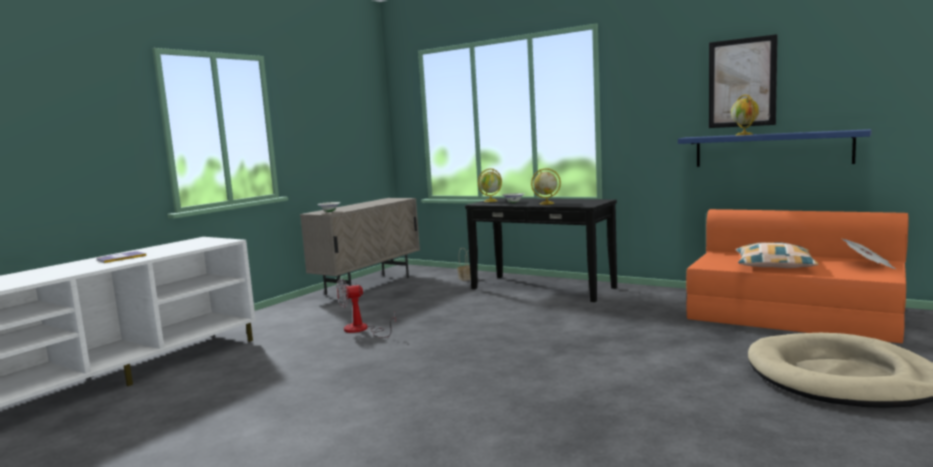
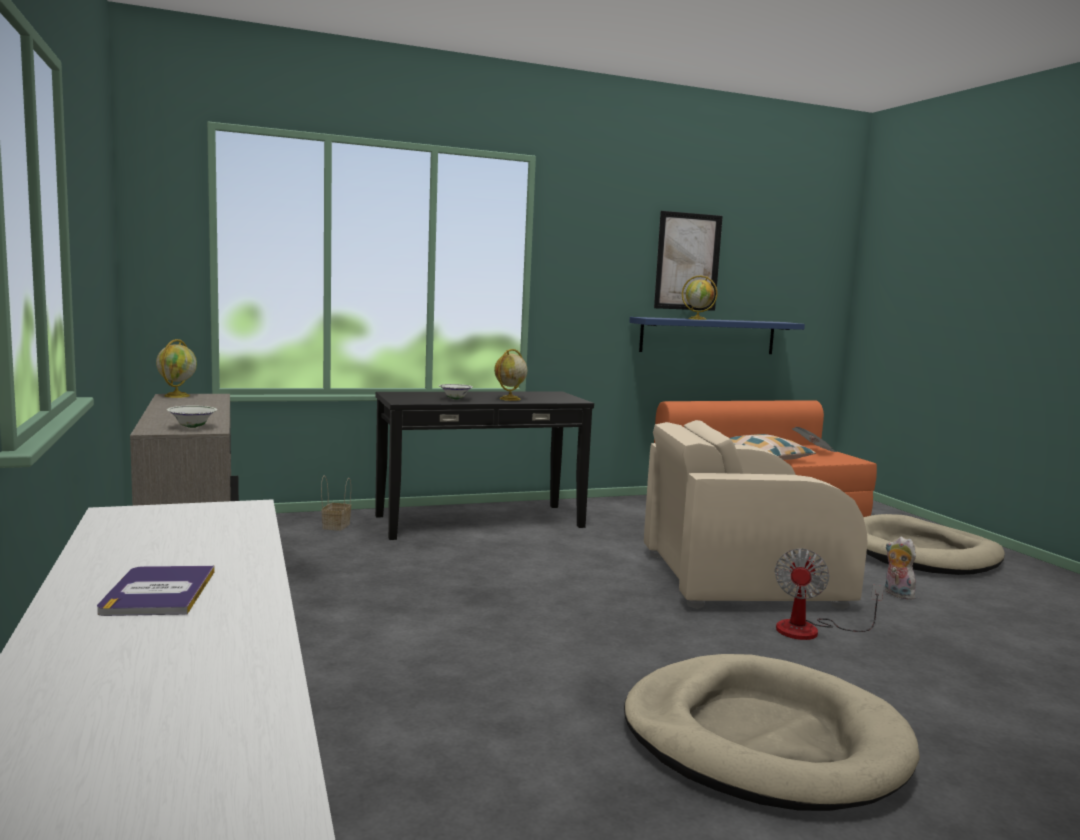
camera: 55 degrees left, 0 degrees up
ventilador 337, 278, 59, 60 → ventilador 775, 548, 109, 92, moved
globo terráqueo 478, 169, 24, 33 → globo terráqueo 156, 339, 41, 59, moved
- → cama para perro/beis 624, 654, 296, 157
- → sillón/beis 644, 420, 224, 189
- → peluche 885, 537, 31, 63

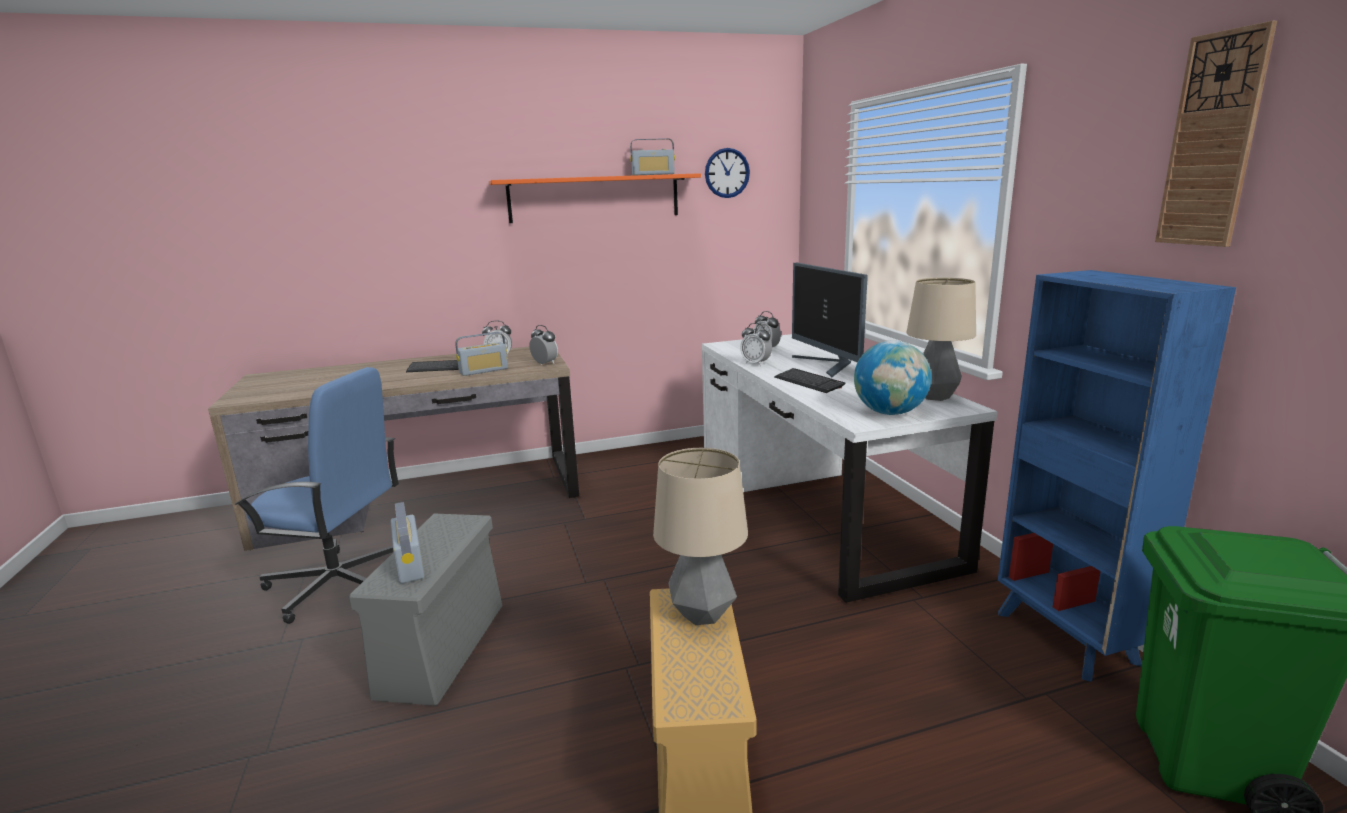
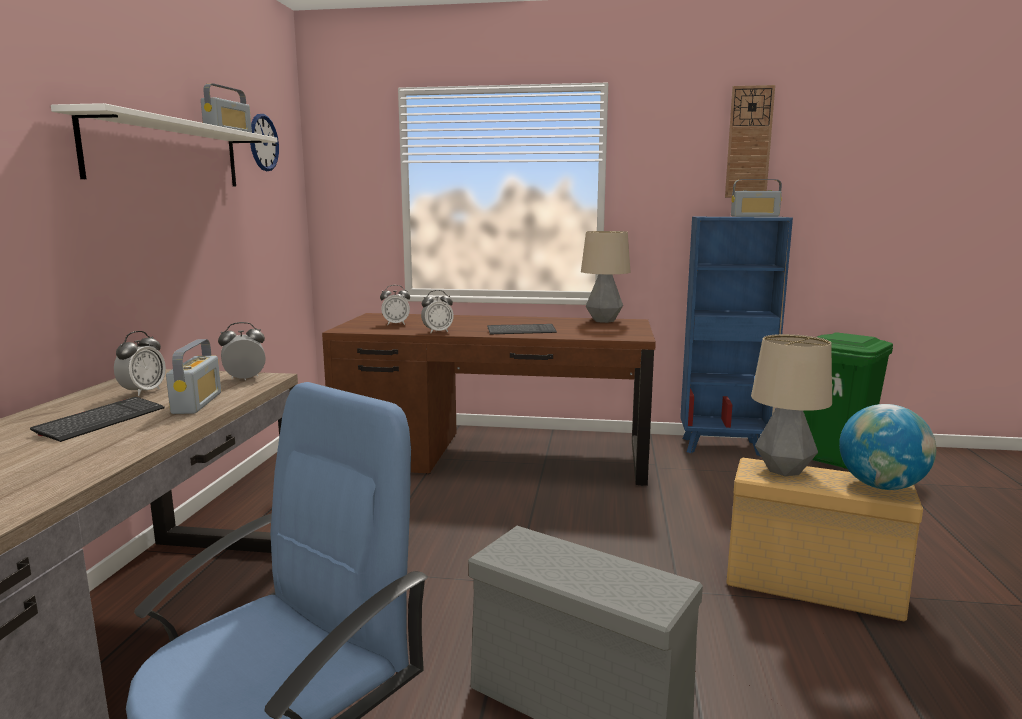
camera: 65 degrees left, 5 degrees down
radio 390, 502, 35, 82 → radio 731, 179, 51, 38, moved
estante/naranja 489, 173, 212, 50 → estante/blanco 51, 103, 227, 83
escritorio/blanco 702, 334, 295, 269 → escritorio/marrón 322, 313, 334, 173
monitor 792, 263, 76, 114 → -
globo terráqueo 854, 340, 78, 75 → globo terráqueo 839, 404, 97, 86, moved

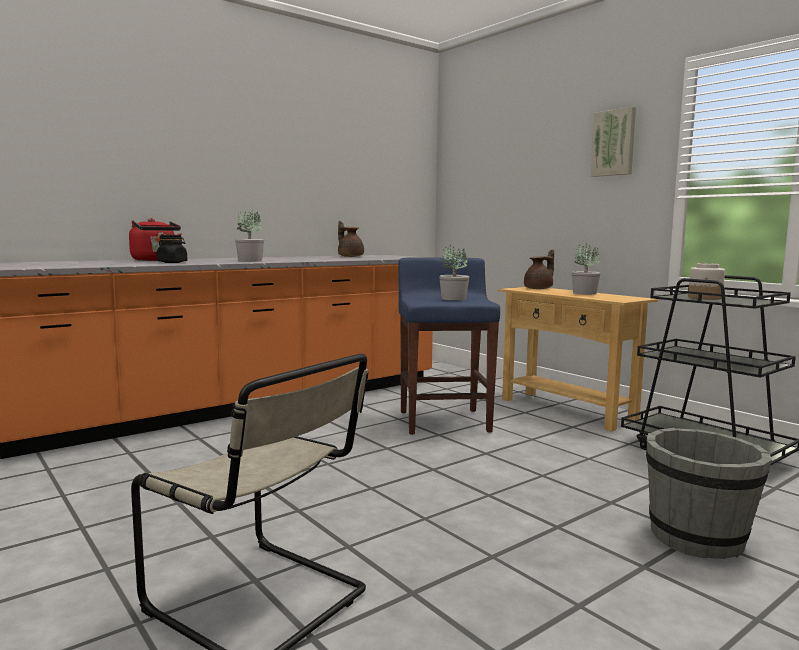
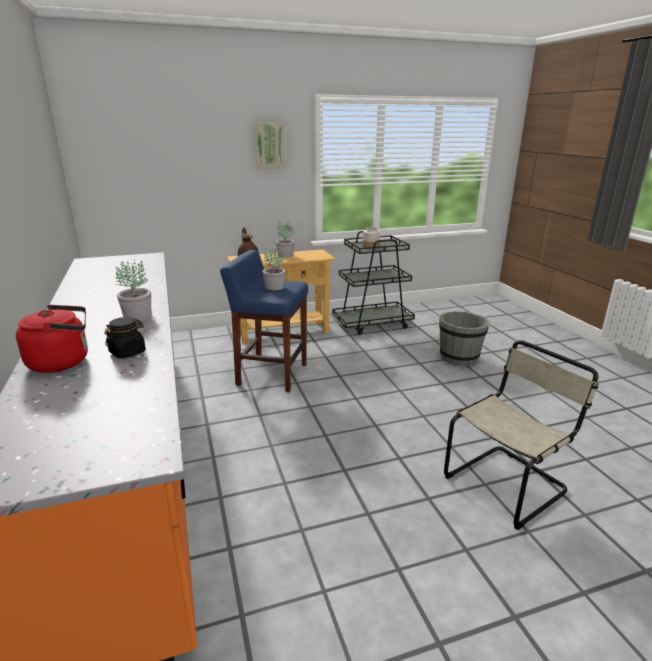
camera: 70 degrees left, 15 degrees up
tetera/marrón 338, 221, 26, 36 → -

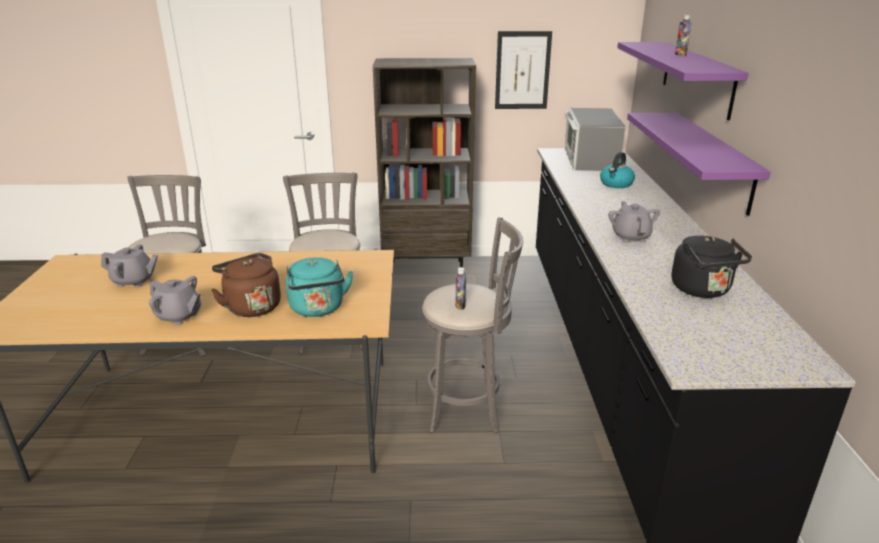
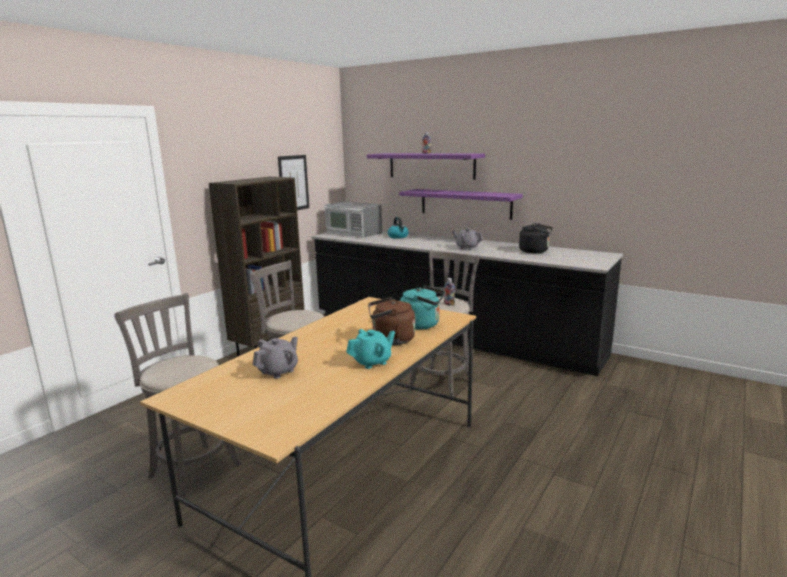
camera: 55 degrees left, 10 degrees down
tetera/gris 149, 276, 52, 49 → tetera/turquesa 346, 329, 49, 40

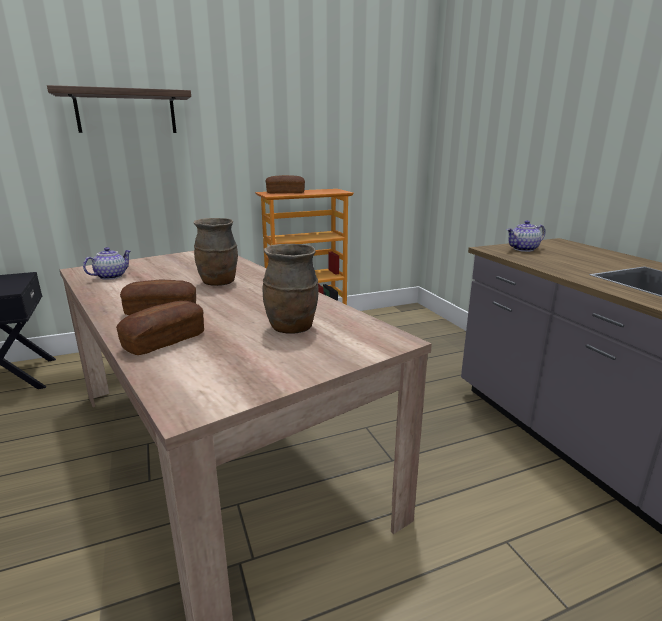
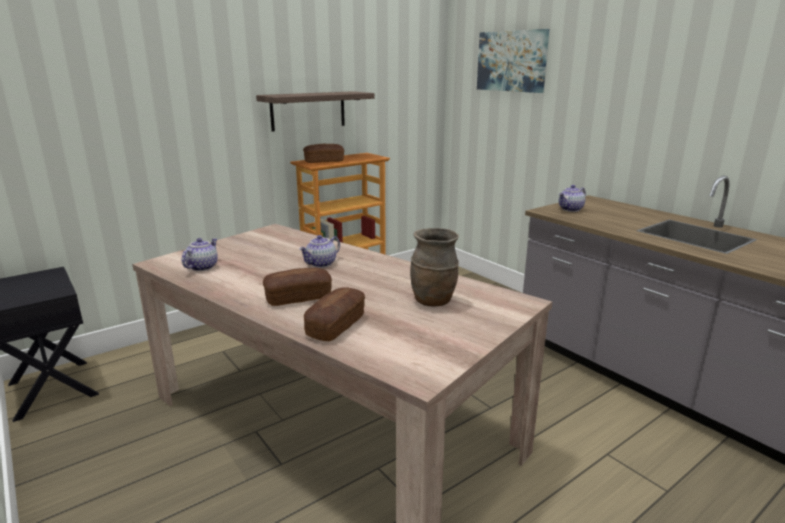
camera: 15 degrees left, 0 degrees up
estante 47, 85, 144, 48 → estante 256, 91, 118, 41, moved
florero/marrón 194, 218, 44, 68 → tetera 299, 235, 41, 33
- → cuadro 477, 29, 73, 64

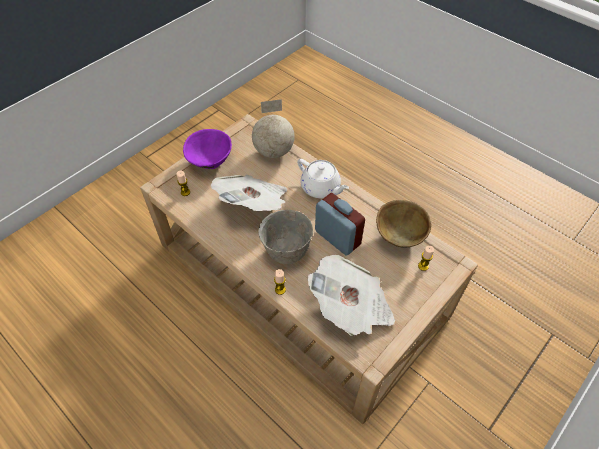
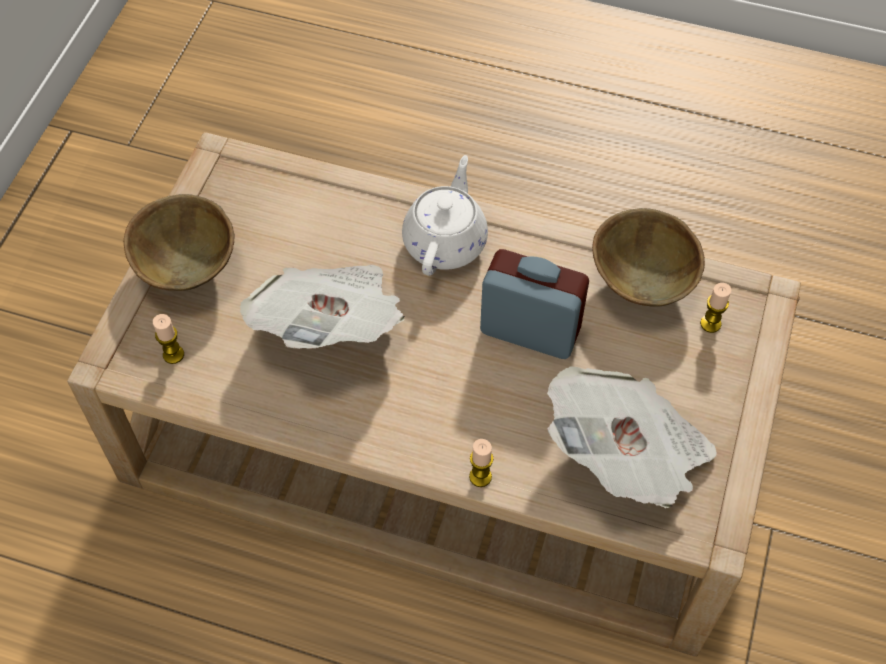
camera: 25 degrees left, 5 degrees up
cuenco/morado 183, 129, 49, 40 → cuenco/marrón 124, 194, 111, 97
globo terráqueo 252, 99, 43, 59 → -
cuenco/gris 258, 210, 55, 54 → -
tetera/blanco 297, 159, 52, 39 → tetera/blanco 402, 155, 86, 120, 90 degrees counterclockwise

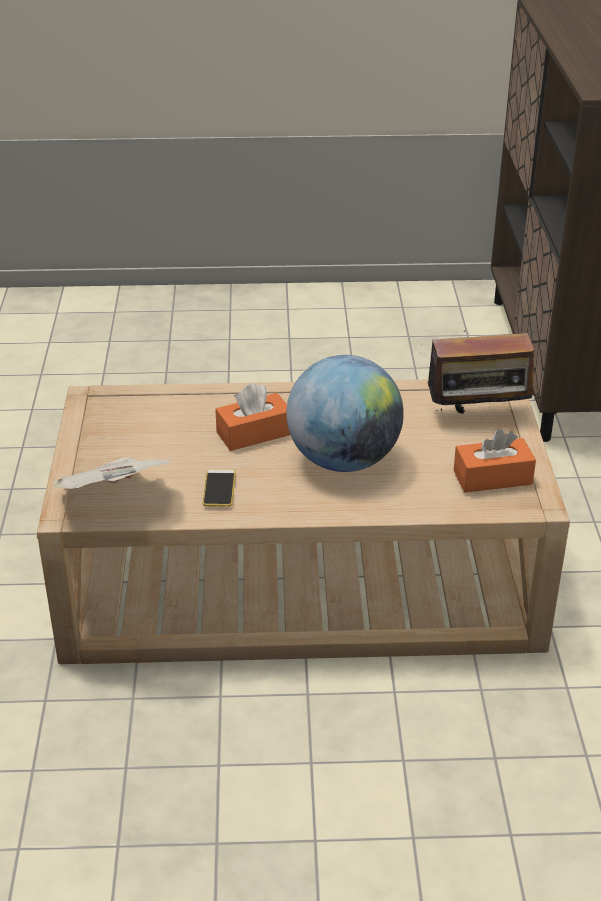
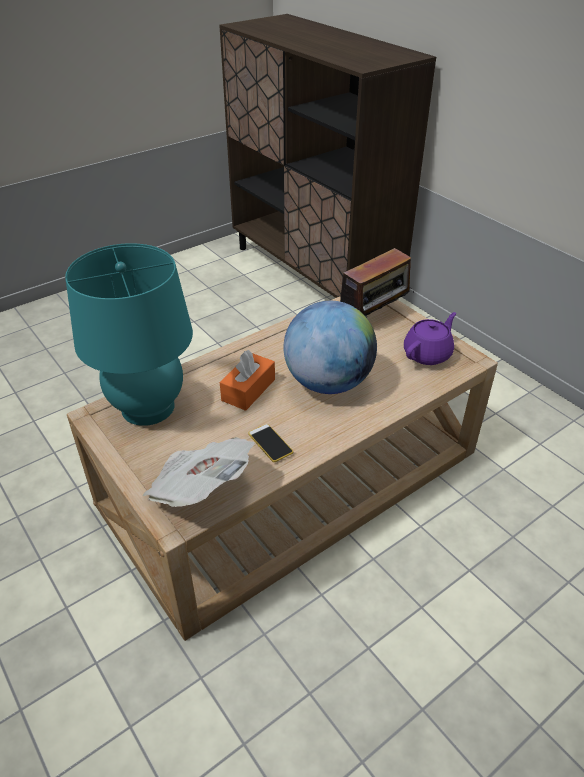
camera: 35 degrees left, 5 degrees up
caja de pañuelos/naranja 454, 429, 82, 64 → tetera/morado 404, 312, 52, 53
- → lámpara de mesa/turquesa 65, 243, 128, 183

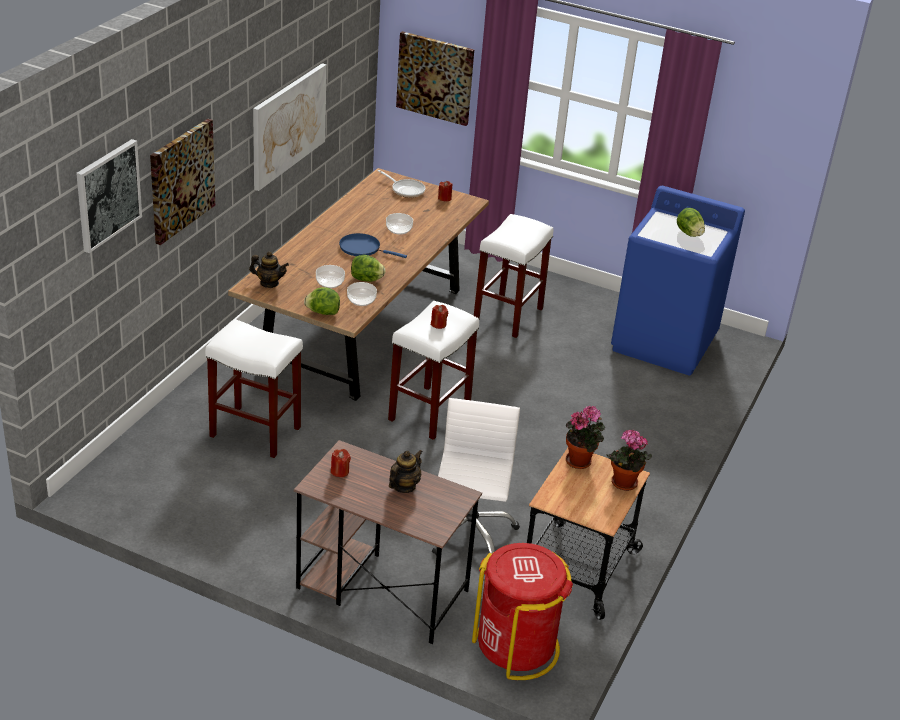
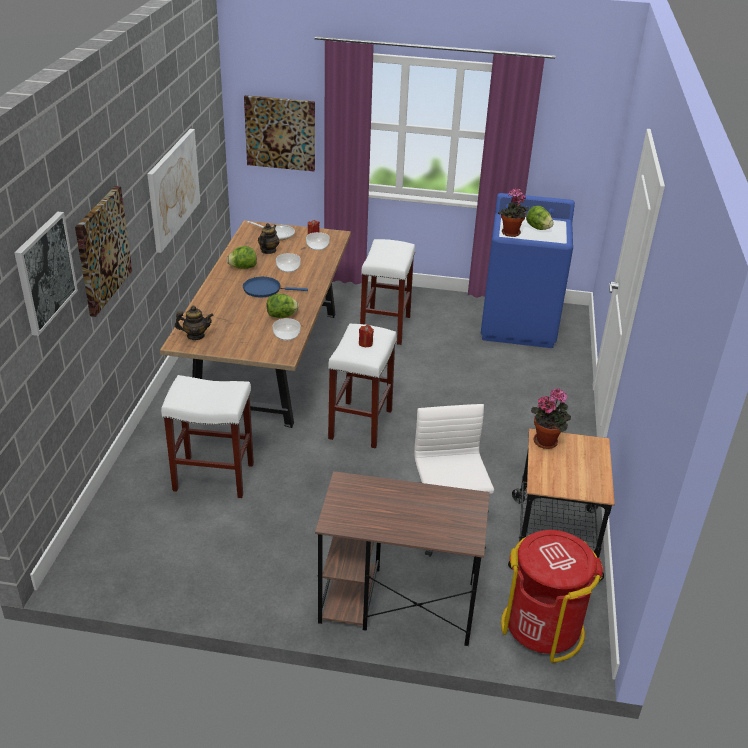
camera: 15 degrees left, 0 degrees up
lechuga 304, 287, 36, 28 → lechuga 227, 246, 30, 23, moved
cuenco 316, 265, 29, 23 → cuenco 306, 232, 24, 18, moved
vela/rojo 331, 449, 20, 28 → -
tetera 389, 450, 34, 43 → tetera 258, 223, 21, 31, moved
planta en maceta 607, 430, 45, 61 → planta en maceta 498, 188, 31, 49, moved

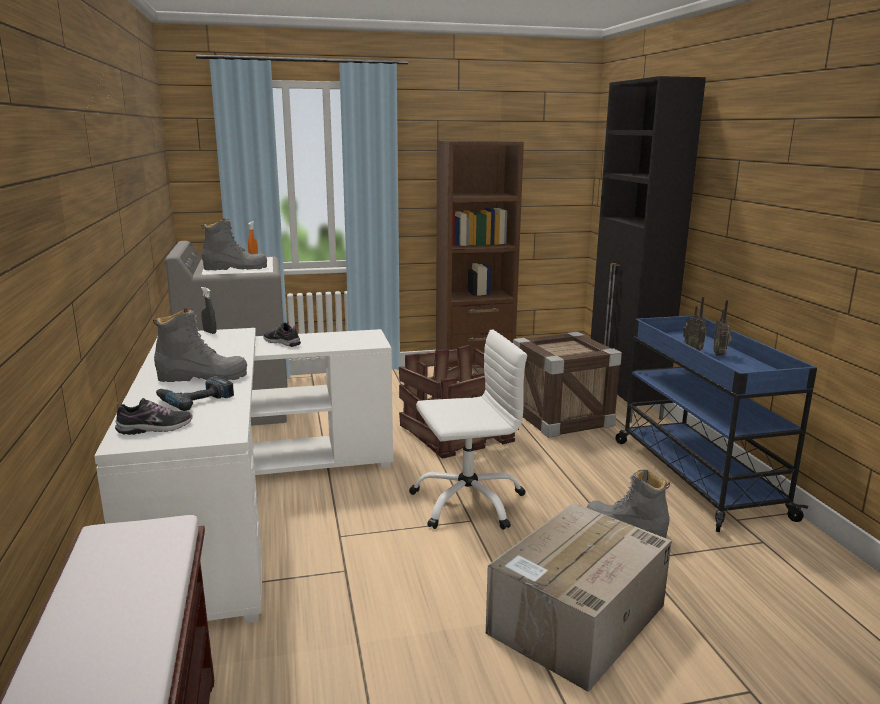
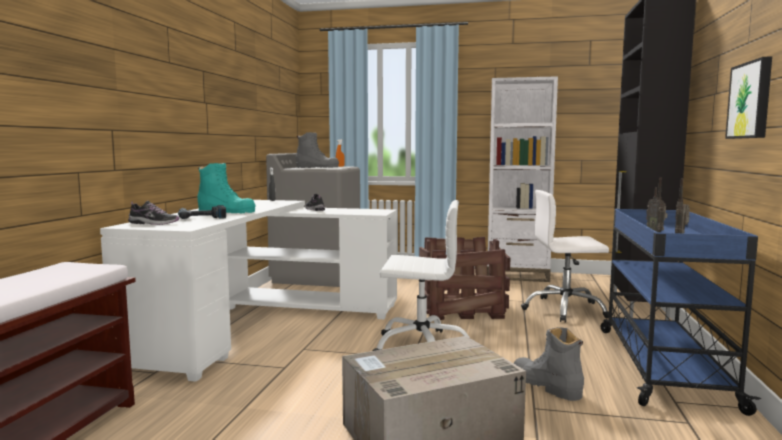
camera: 25 degrees right, 10 degrees down
bota/gris 153, 308, 94, 74 → bota/turquesa 197, 163, 59, 50
estantería/marrón 436, 141, 88, 240 → estantería/blanco 487, 76, 71, 206
caja de embalaje 513, 332, 109, 106 → silla de oficina/blanco 521, 190, 88, 132
- → cuadro 725, 56, 47, 83

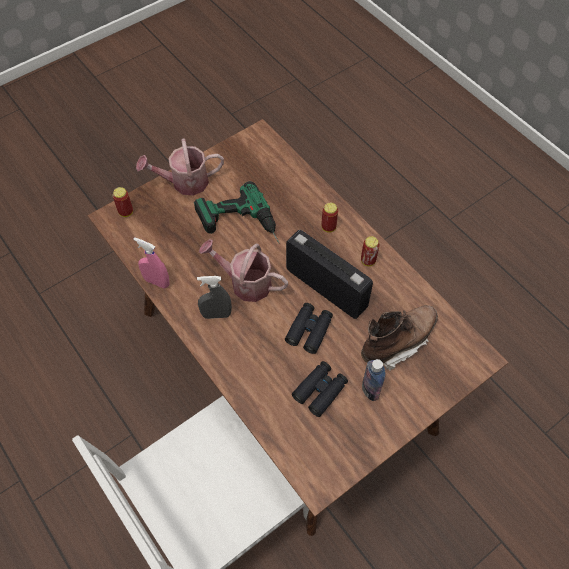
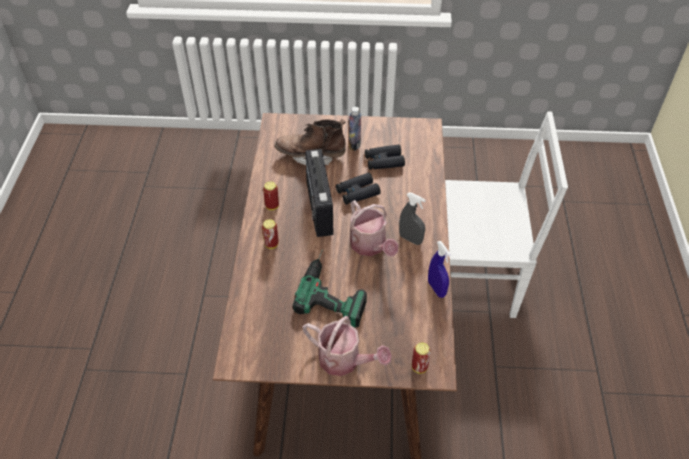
camera: 140 degrees left, 10 degrees down
pulverizador/rosa 133, 237, 37, 52 → pulverizador/azul 428, 241, 23, 57

